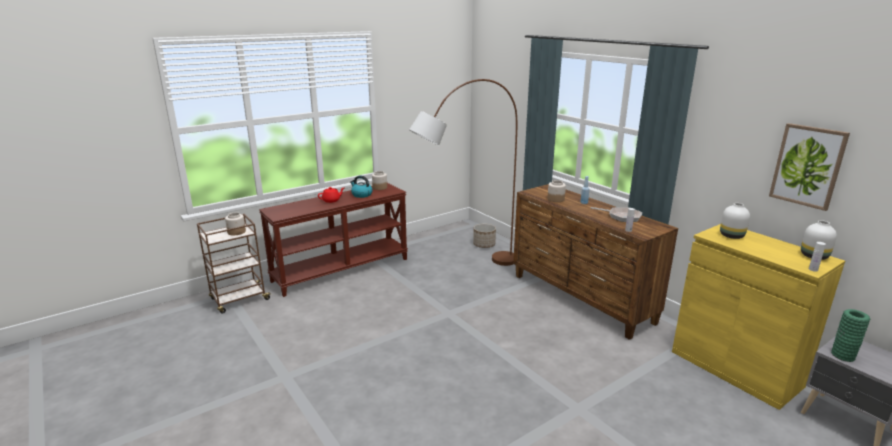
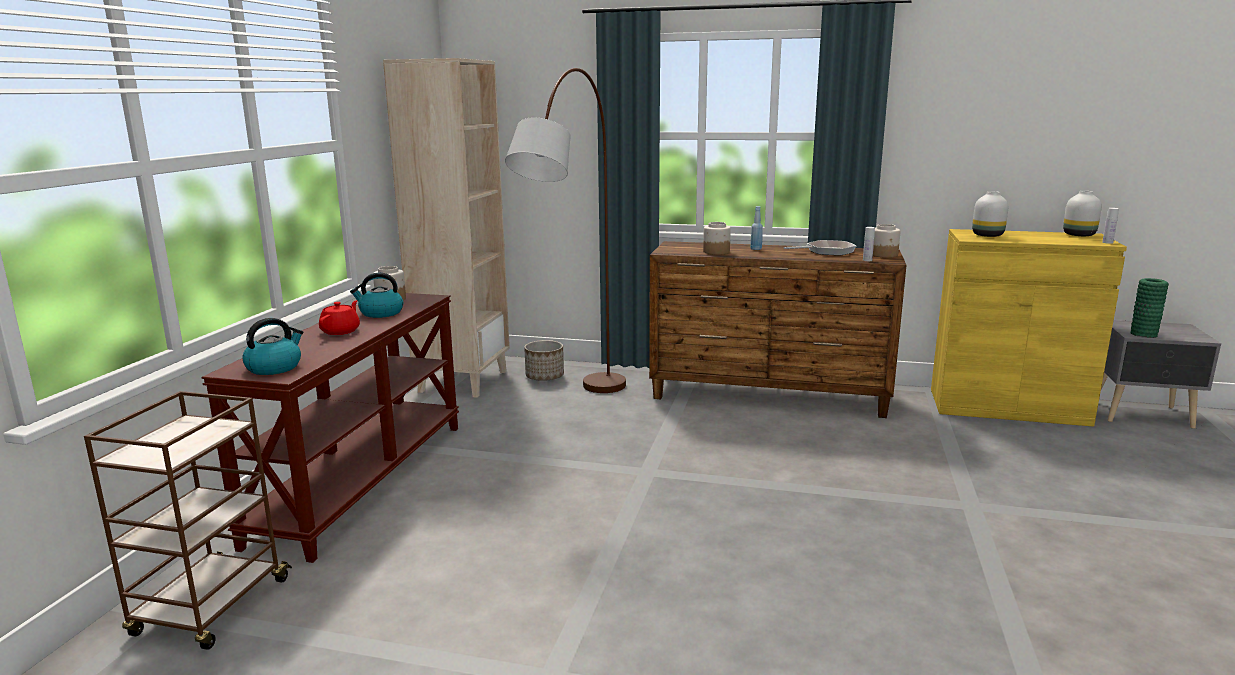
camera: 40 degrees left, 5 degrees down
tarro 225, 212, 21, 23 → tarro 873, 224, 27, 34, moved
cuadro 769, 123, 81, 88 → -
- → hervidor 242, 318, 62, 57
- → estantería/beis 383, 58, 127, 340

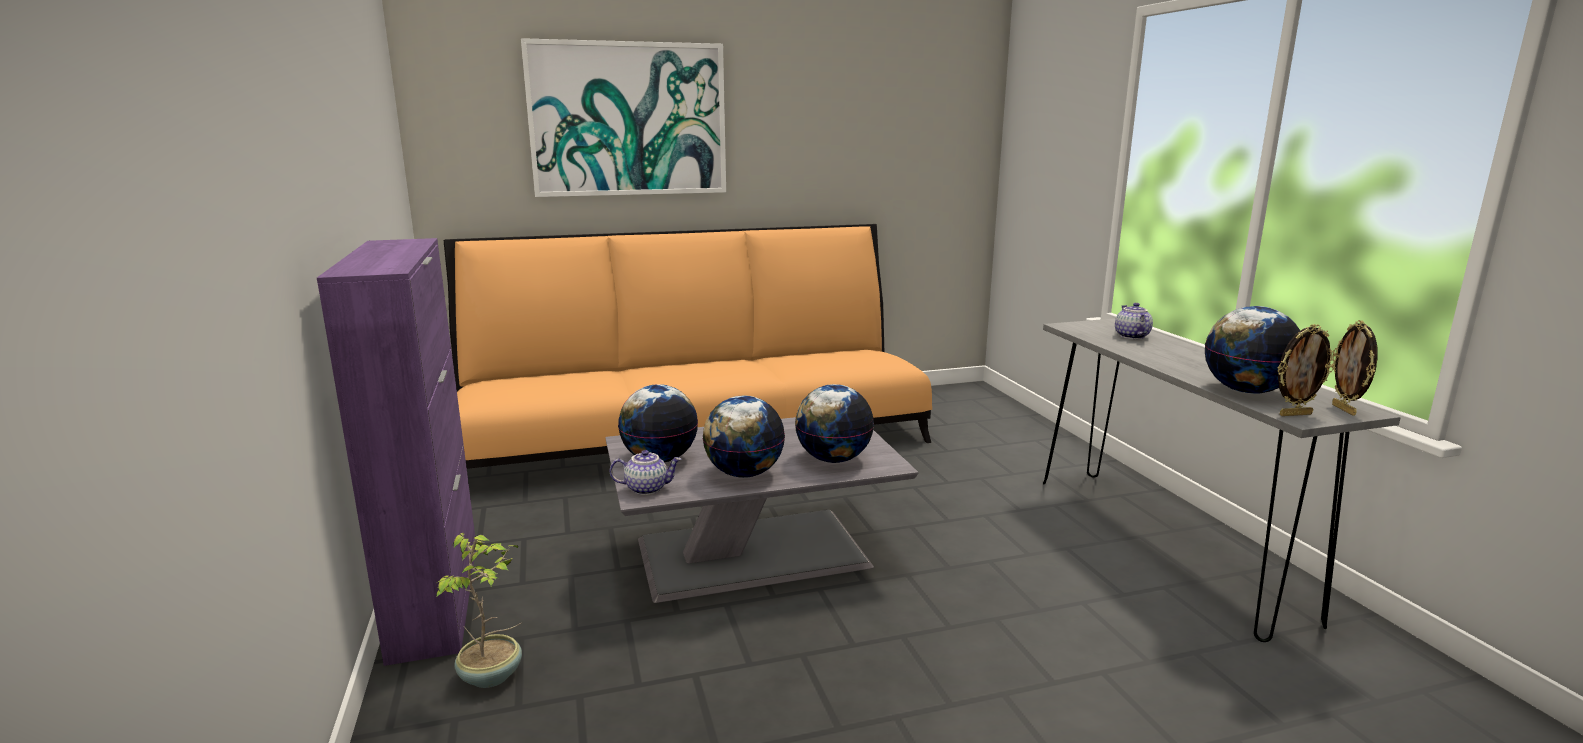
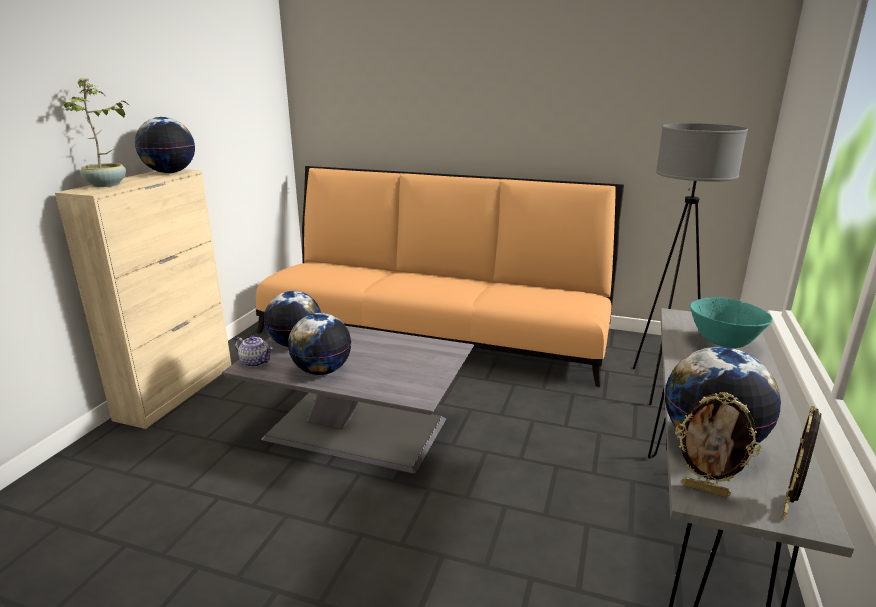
camera: 35 degrees right, 5 degrees up
armario/morado 317, 238, 159, 428 → armario/beis 55, 169, 176, 260
planta en maceta 436, 532, 86, 156 → planta en maceta 60, 78, 70, 109, moved
cuadro 521, 38, 205, 159 → -
globo terráqueo 795, 384, 79, 79 → globo terráqueo 135, 117, 60, 56, moved
tetera 1115, 303, 38, 36 → cuenco/turquesa 690, 297, 83, 51
- → lámpara de pie/gris 633, 123, 115, 282

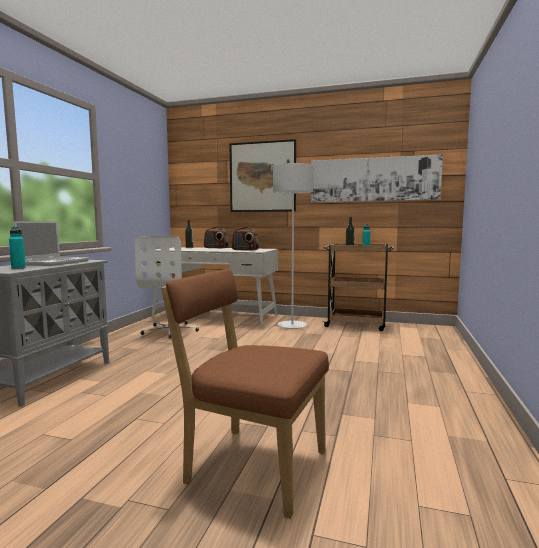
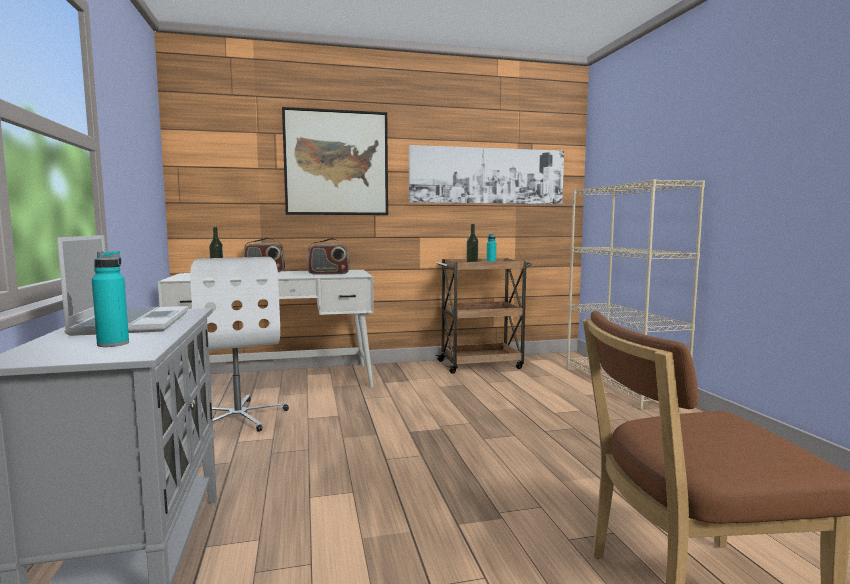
camera: 30 degrees left, 0 degrees up
lámpara de pie/gris 273, 163, 41, 166 → -
- → estantería/beis 566, 179, 139, 231

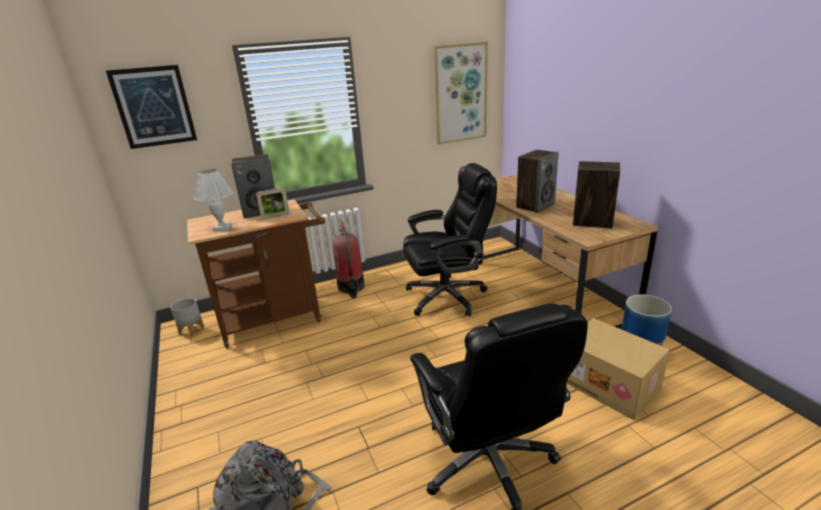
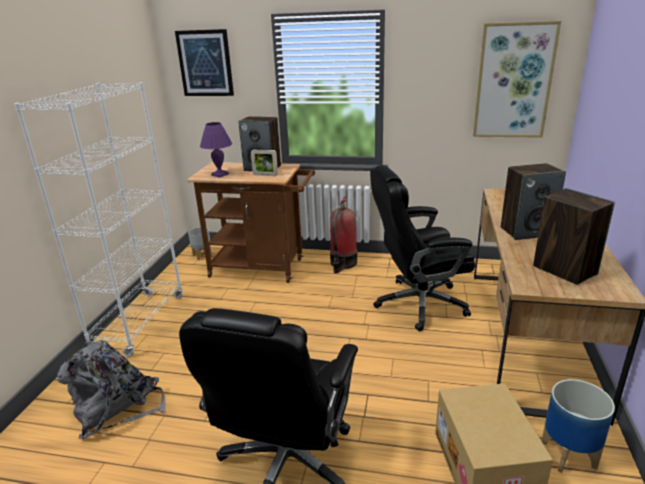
camera: 35 degrees right, 0 degrees up
lámpara de mesa/blanco 194, 169, 39, 62 → lámpara de mesa/morado 200, 122, 32, 56
silla de oficina/negro 403, 163, 94, 154 → silla de oficina/negro 370, 165, 105, 167, 150 degrees clockwise
- → estantería/blanco 14, 82, 169, 275

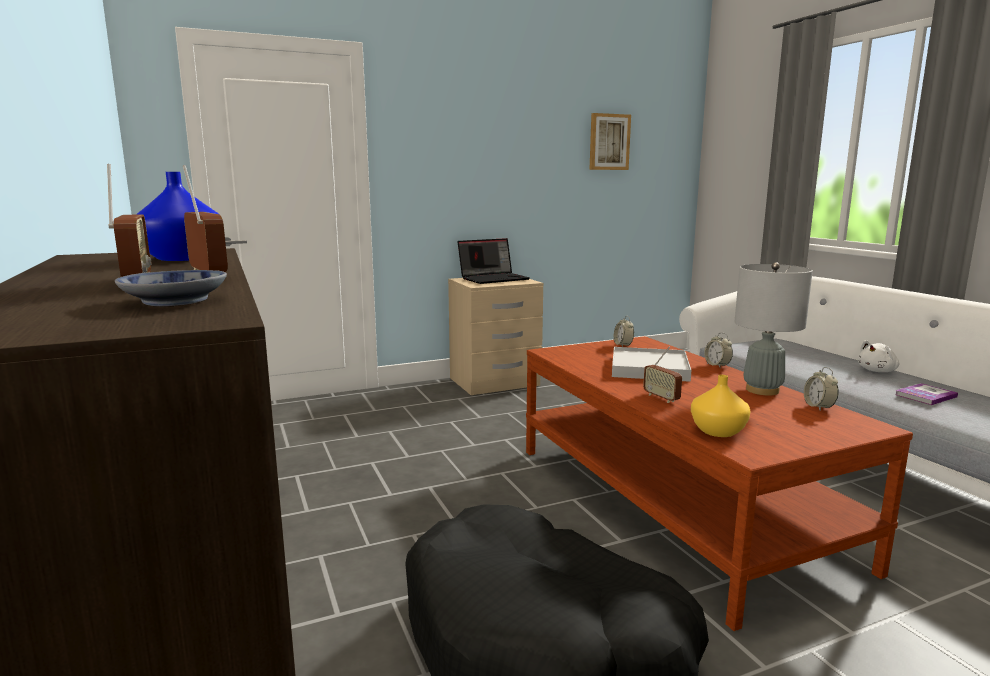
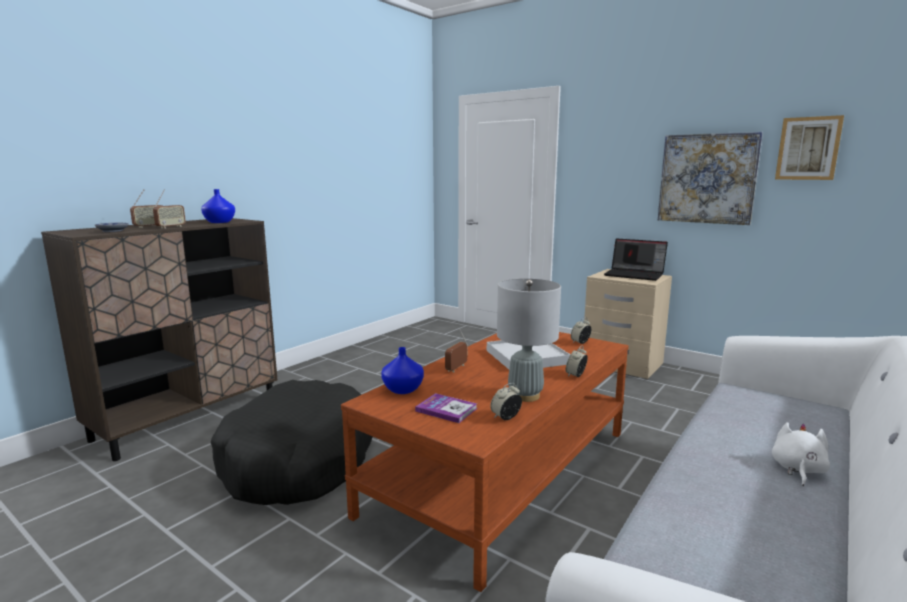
camera: 60 degrees right, 0 degrees up
florero/amarillo 691, 375, 59, 62 → florero/azul 381, 347, 43, 47
peluche/blanco 858, 340, 41, 32 → peluche/blanco 772, 422, 58, 64, 90 degrees clockwise
libro 896, 383, 62, 22 → libro 415, 393, 63, 30, moved
- → cuadro 658, 132, 105, 93

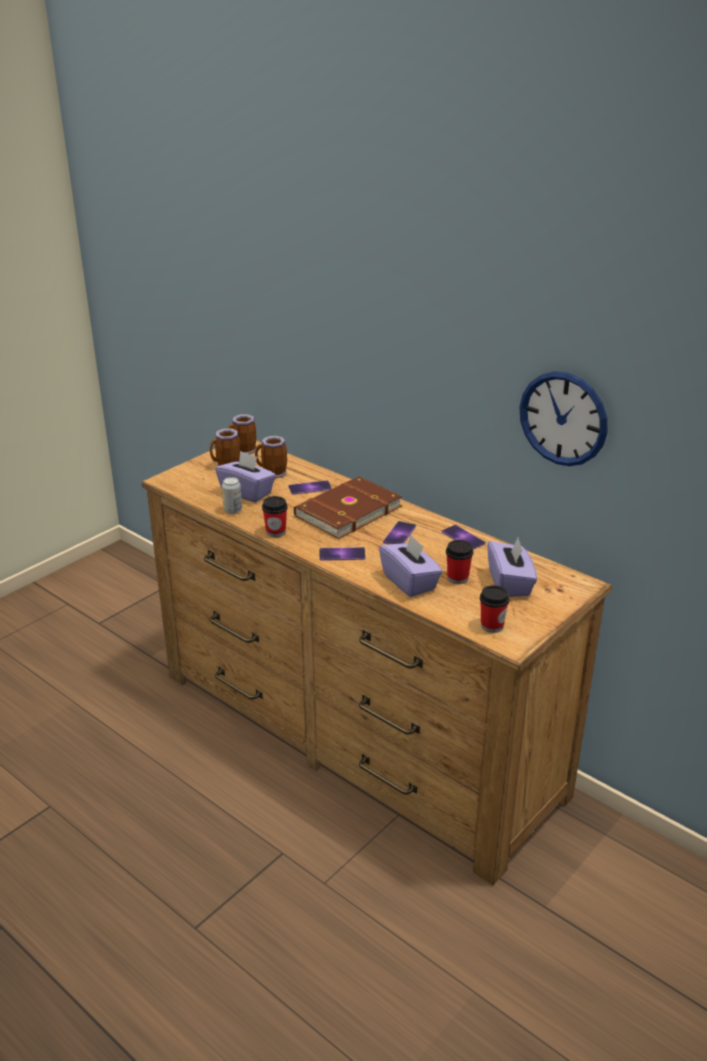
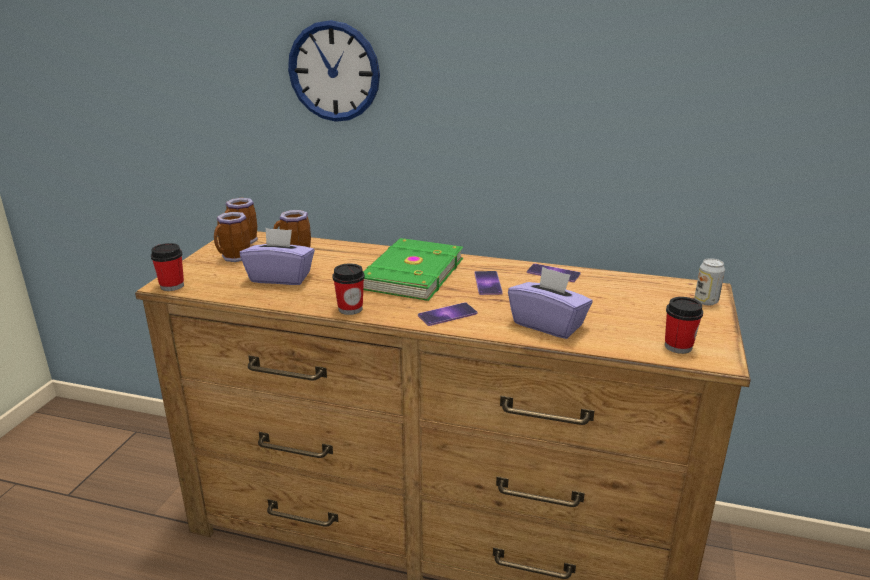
camera: 25 degrees left, 5 degrees down
lata 222, 477, 20, 37 → lata 695, 258, 30, 47, moved
móvil 288, 480, 44, 15 → -
libro/marrón 294, 476, 108, 63 → libro/verde 363, 238, 100, 63
taza 446, 540, 27, 44 → taza 151, 243, 33, 48, moved
caja de pañuelos/morado 487, 537, 50, 60 → -
reloj de pared 519, 371, 89, 95 → reloj de pared 288, 20, 92, 102, moved

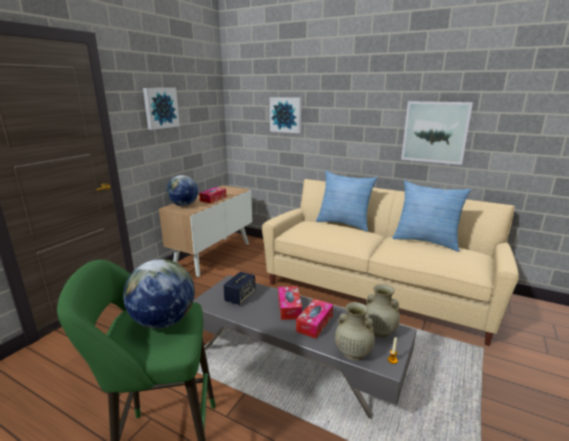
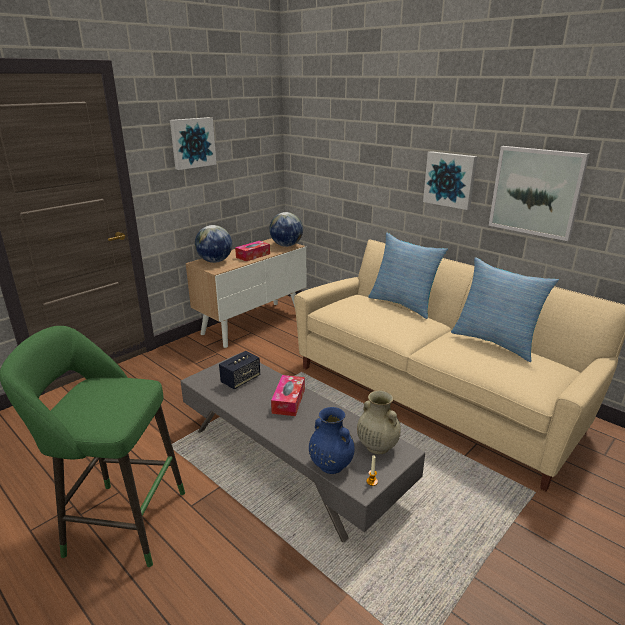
camera: 15 degrees right, 5 degrees up
globo terráqueo 123, 259, 72, 70 → globo terráqueo 269, 212, 34, 35, moved
cuadro 270, 97, 32, 36 → cuadro 423, 151, 54, 59, moved
caja de pañuelos 296, 299, 37, 40 → -
florero/beis 335, 302, 40, 59 → florero/azul 309, 407, 46, 67

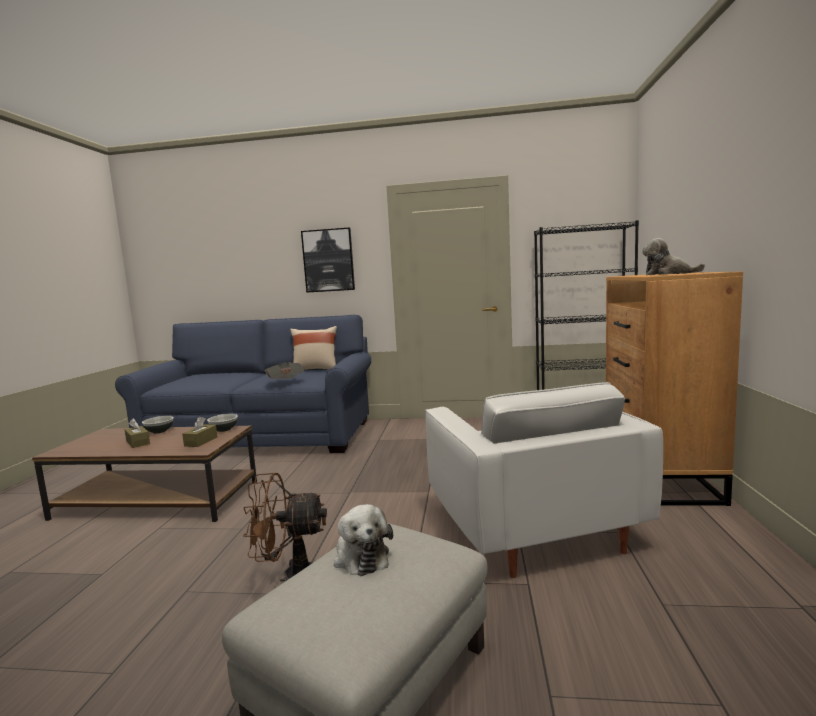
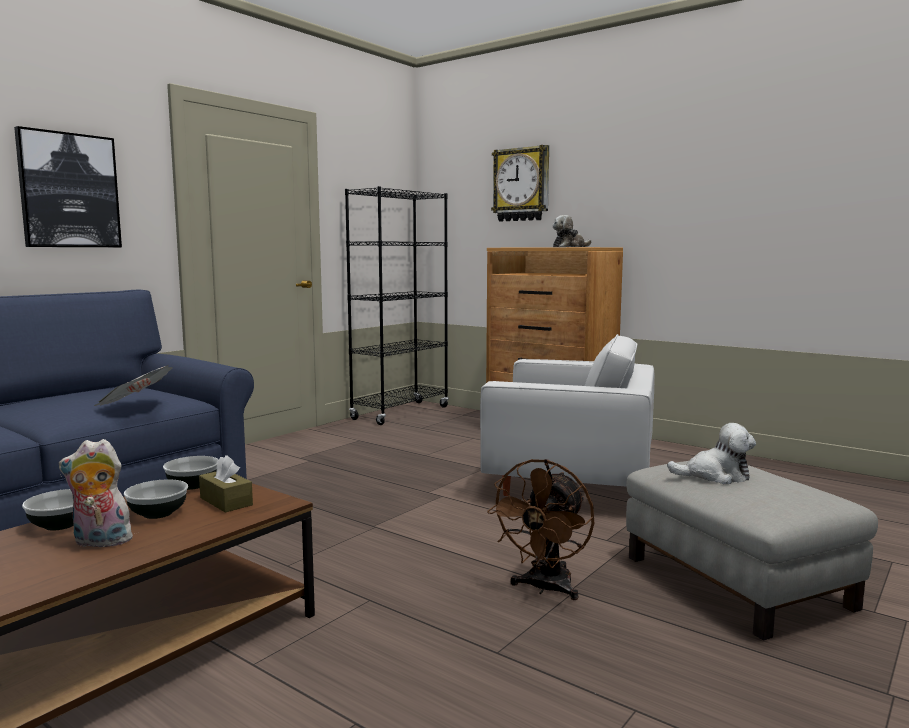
camera: 60 degrees left, 0 degrees up
caja de pañuelos/marrón 125, 418, 25, 30 → peluche 59, 439, 74, 110
cojín/beis 290, 326, 47, 44 → -
- → cuenco 124, 479, 64, 40
- → reloj de pared 491, 145, 58, 76

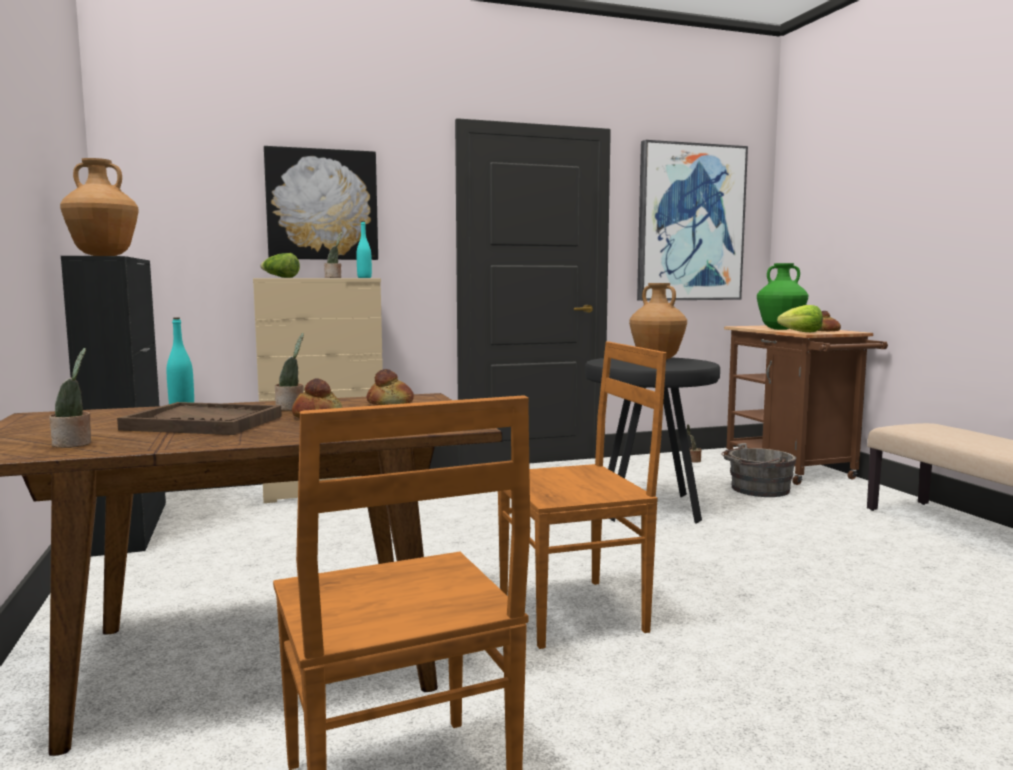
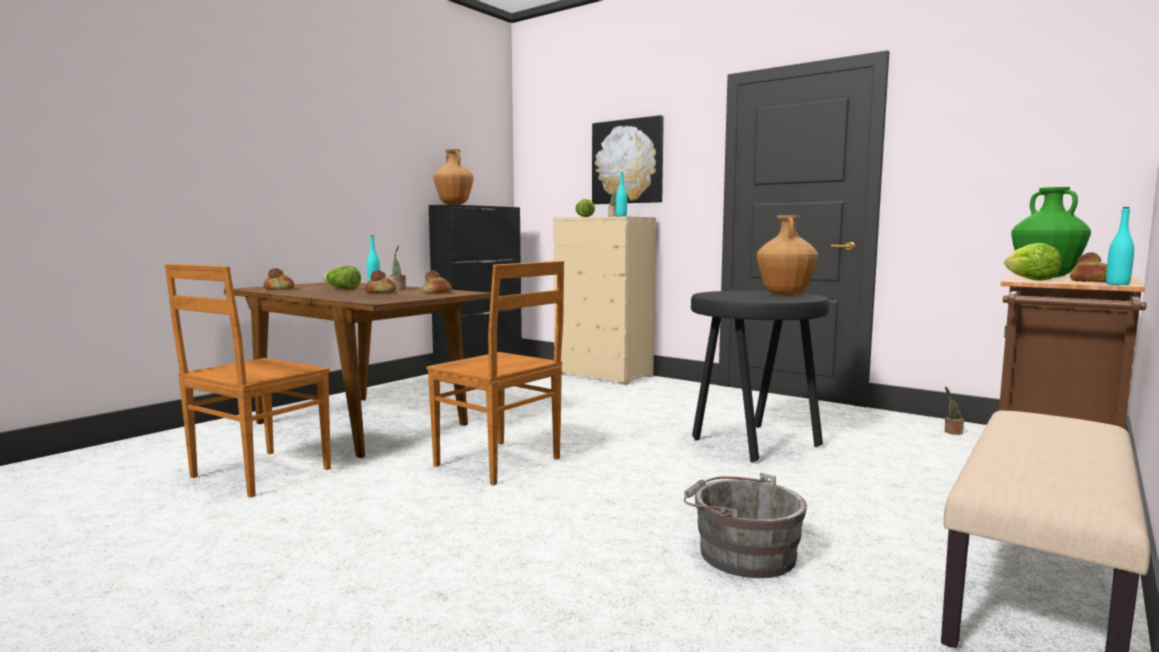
camera: 55 degrees right, 0 degrees up
planta en maceta 49, 348, 42, 100 → pan 264, 268, 30, 22
bandeja/marrón 117, 402, 165, 33 → lechuga 323, 266, 38, 24
cuadro 637, 140, 111, 161 → -
cubo/gris 721, 443, 75, 54 → cubo/gris 684, 473, 123, 105, moved
- → botella/turquesa 1106, 207, 28, 78

